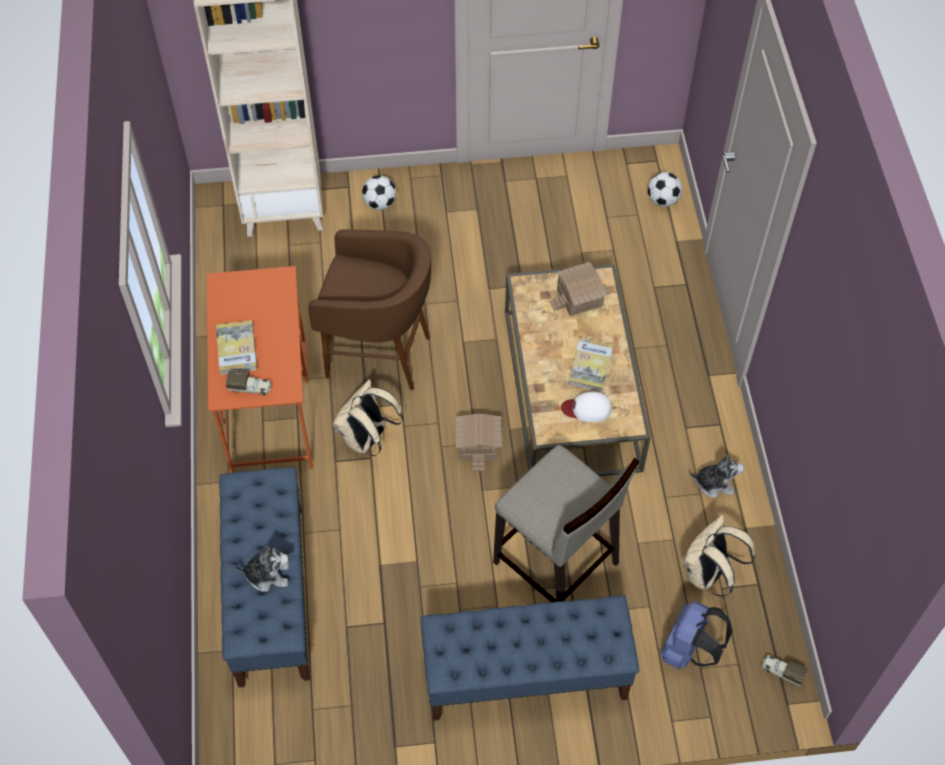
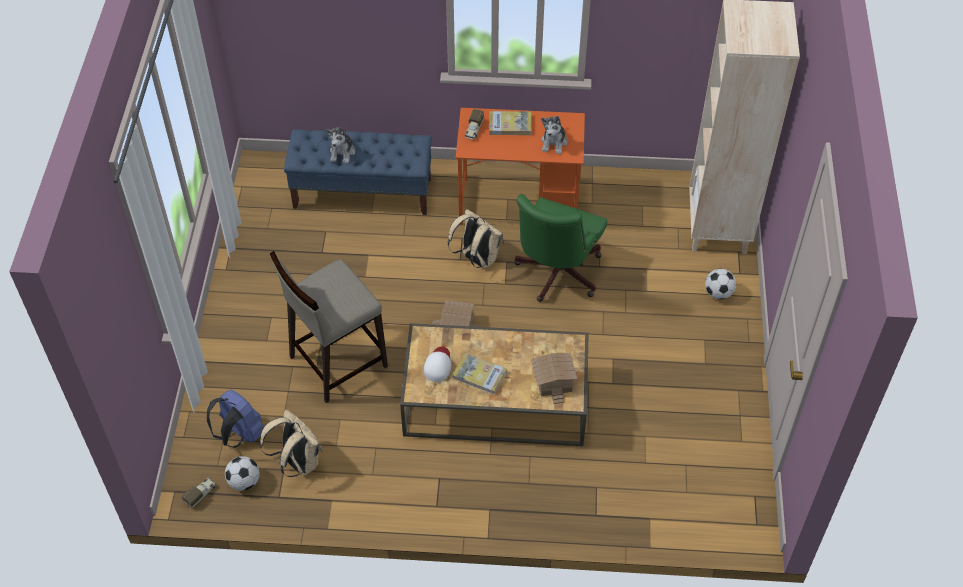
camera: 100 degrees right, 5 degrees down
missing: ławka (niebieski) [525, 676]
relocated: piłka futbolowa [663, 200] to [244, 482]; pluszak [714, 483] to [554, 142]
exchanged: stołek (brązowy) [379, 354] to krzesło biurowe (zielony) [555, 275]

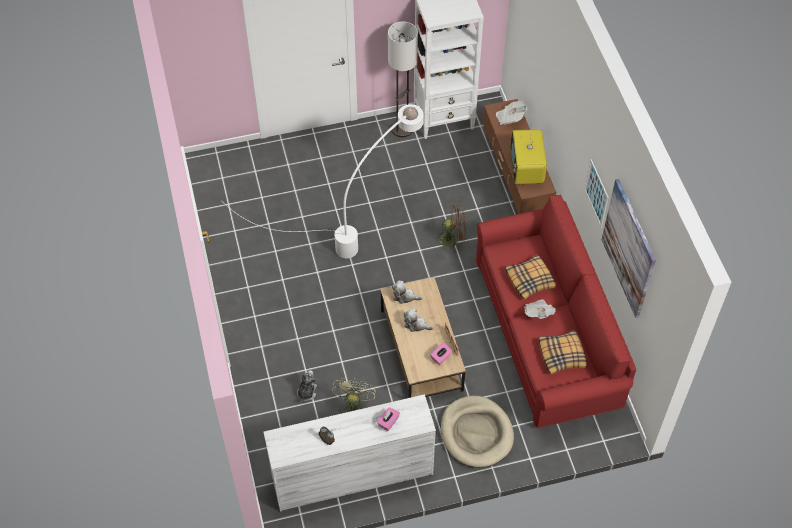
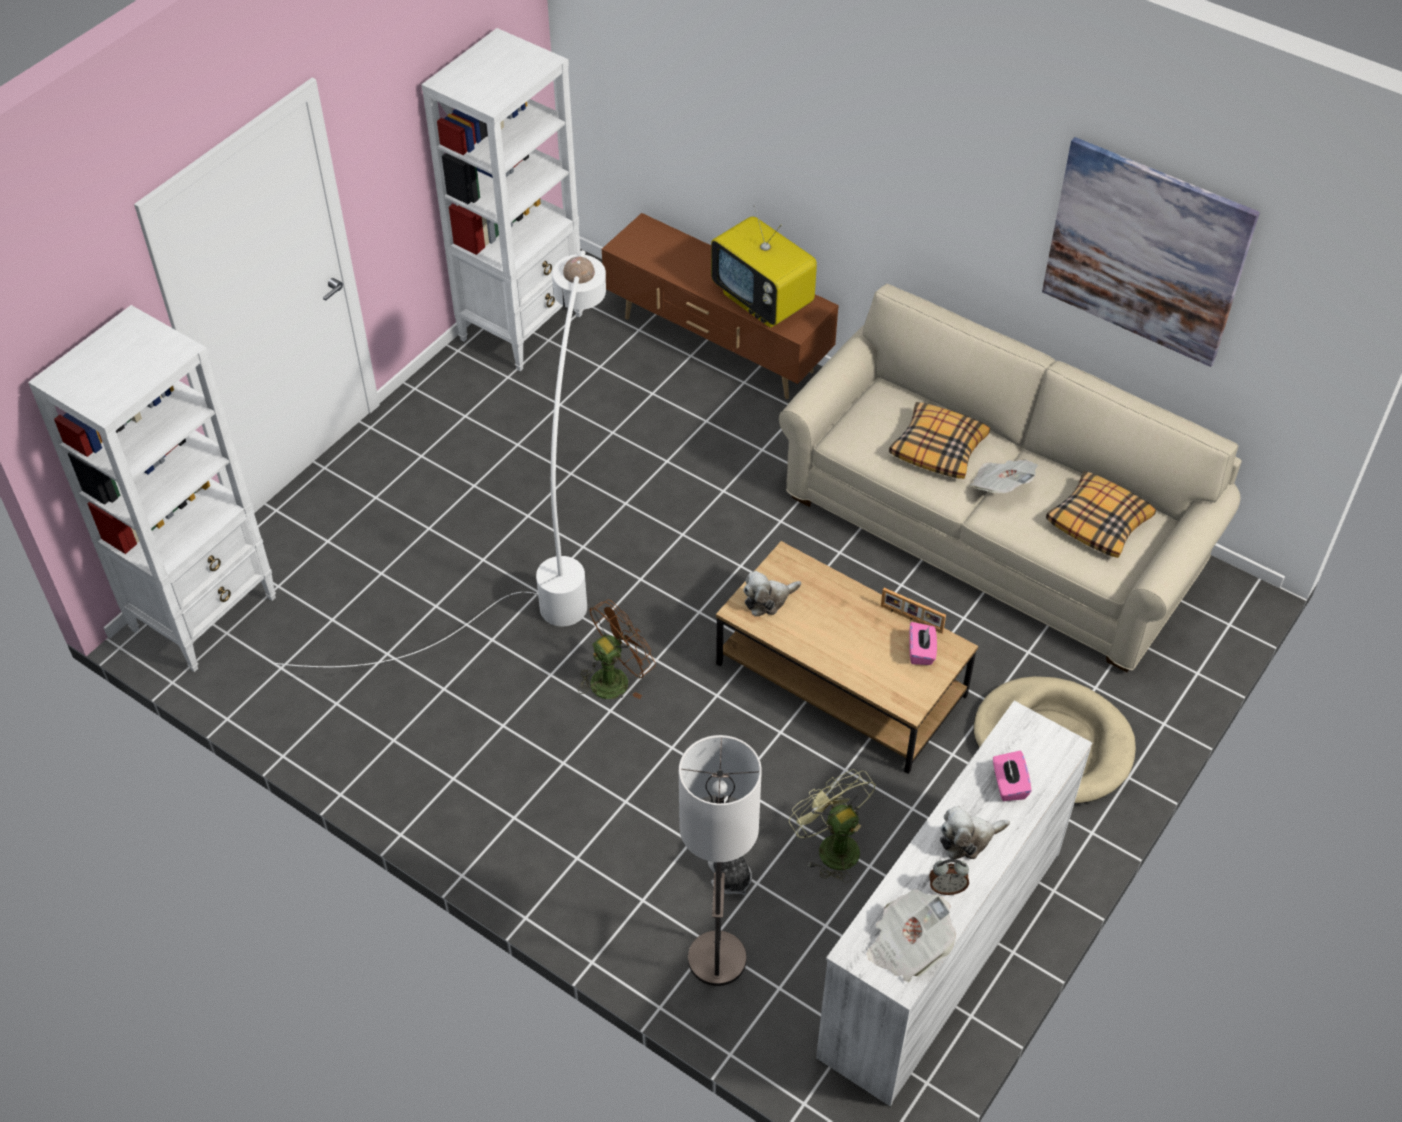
camera: 40 degrees left, 5 degrees down
missing: obraz [596, 193]
appeared: regał (biały) [205, 613]
relocated: lampa stojąca [402, 129] to [717, 959]; gazeta [510, 118] to [907, 946]; wentylator (brązowy) [452, 240] to [615, 678]; pluszak [416, 325] to [968, 839]
colour: kanapa (czerwony) [547, 334] to kanapa (beżowy) [995, 530]

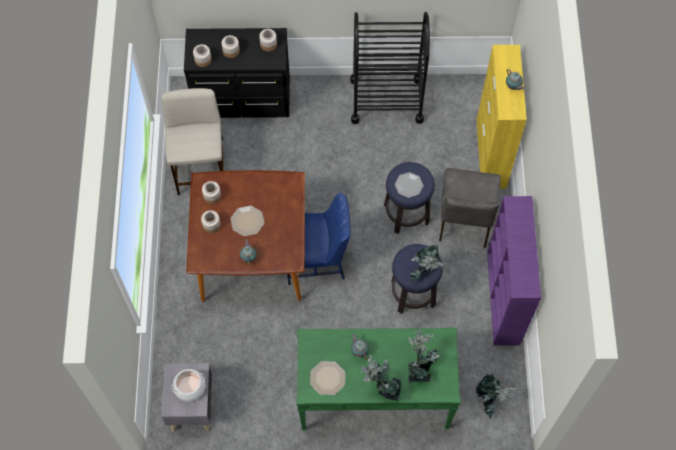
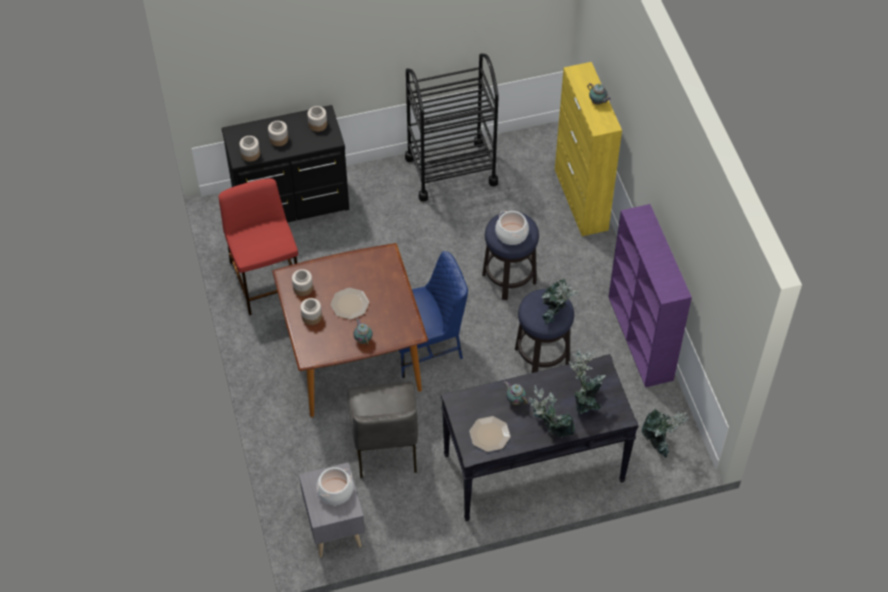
camera: 15 degrees left, 10 degrees down
relocated: krzesło (szary) [464, 220] to [385, 447]
exchanged: talerz [408, 185] to garnek [511, 234]
colour: stołek (beżowy) [201, 167] to stołek (czerwony) [266, 281]; stolik konsolowy (zielony) [373, 396] to stolik konsolowy (czarny) [533, 468]

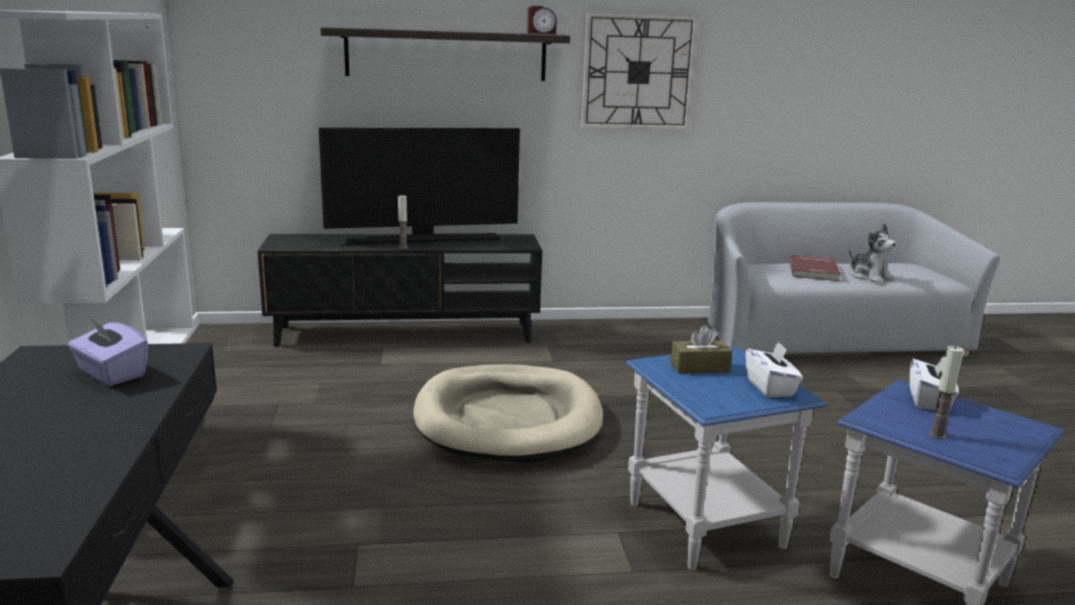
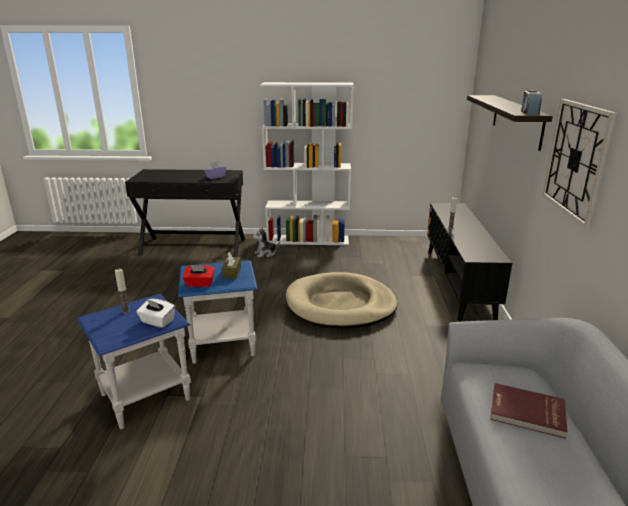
camera: 100 degrees right, 5 degrees up
missing: telewizor [423, 239]
relocated: pluszak [869, 276] to [265, 254]
colour: pudełko chusteczek (biały) [770, 388] to pudełko chusteczek (czerwony) [199, 284]

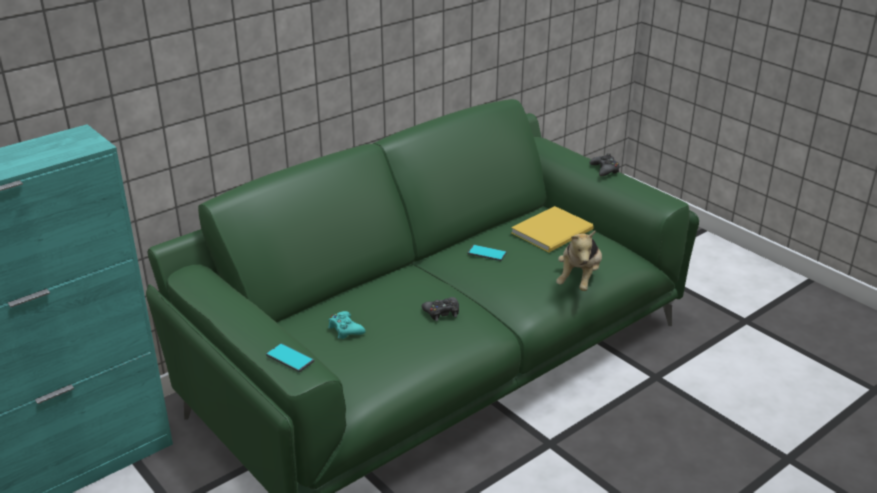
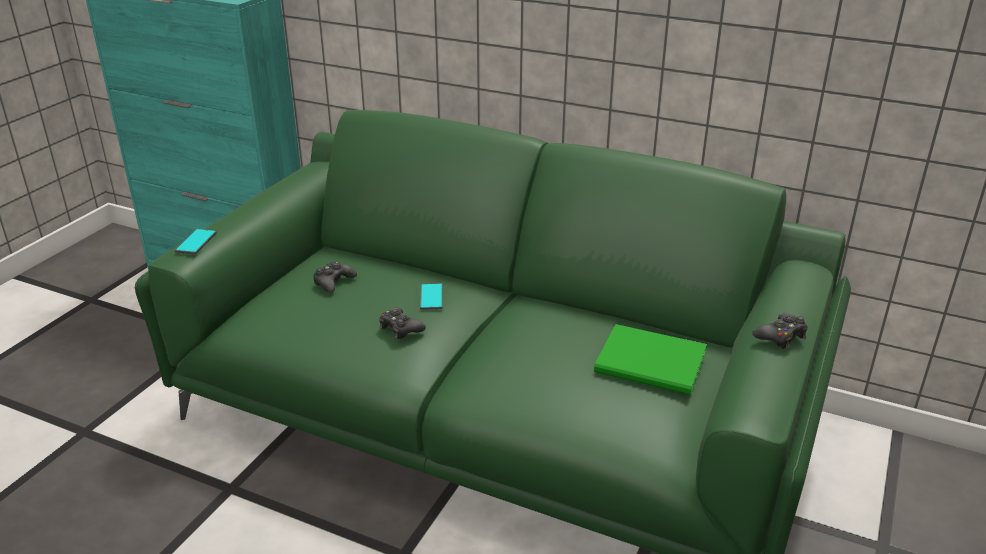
camera: 65 degrees right, 0 degrees up
missing: pluszak [579, 279]
relocated: telefon [487, 253] to [431, 297]
colour: książka (żółty) [555, 231] to książka (zielony) [653, 364]; pad do gier (turkusowy) [345, 329] to pad do gier (czarny) [333, 282]

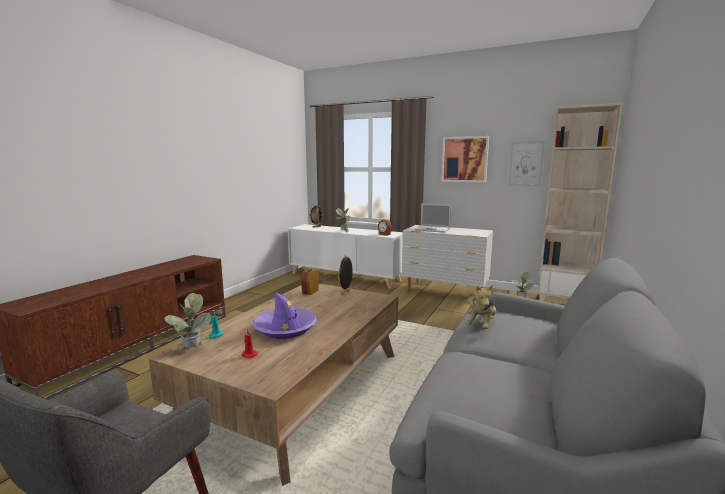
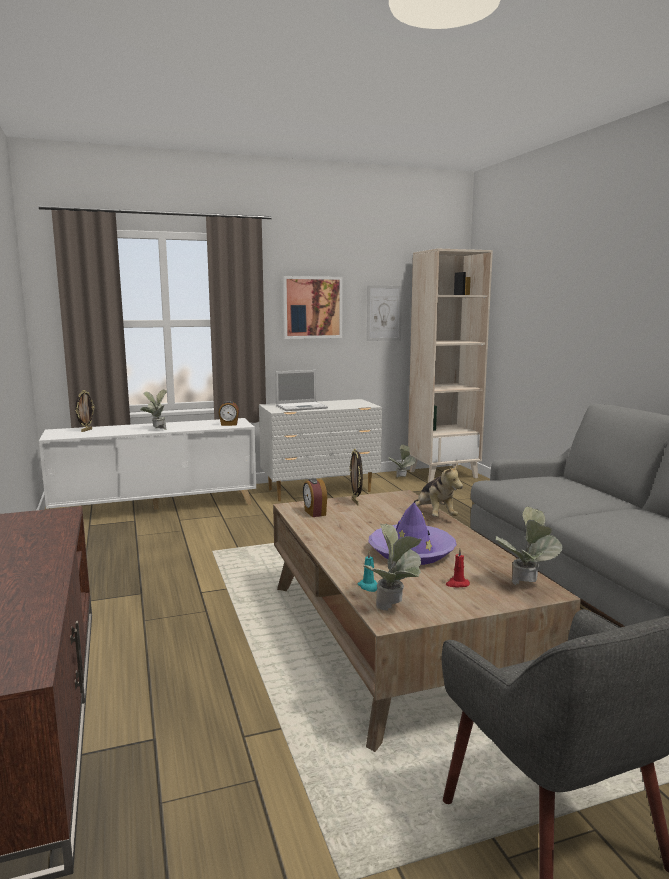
camera: 45 degrees left, 0 degrees up
appeared: roślina doniczkowa [526, 586]
relocated: pluszak [481, 325] to [434, 515]

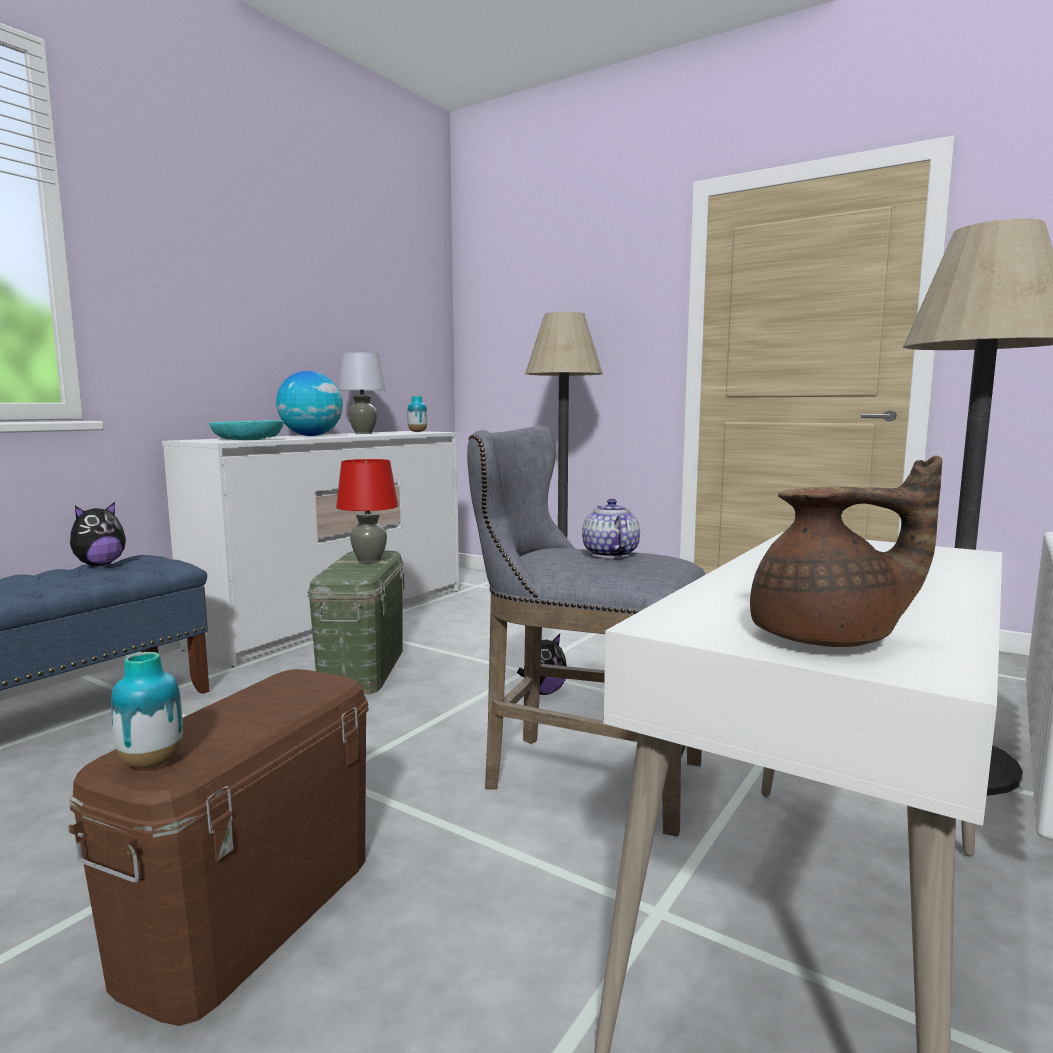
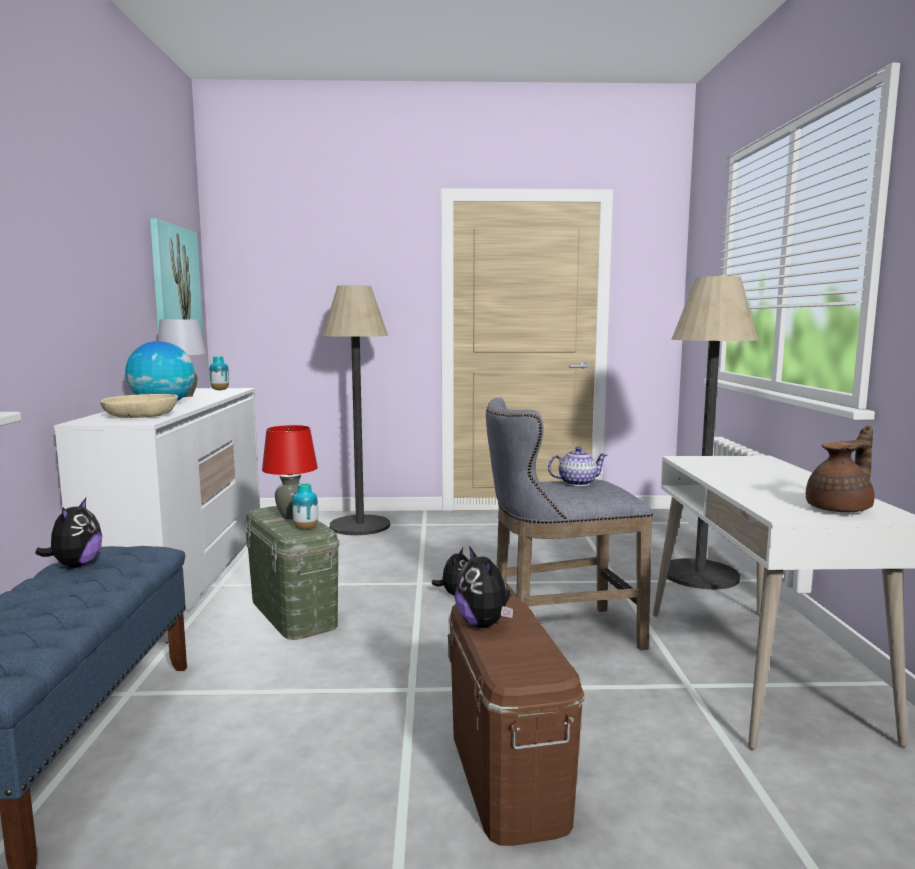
camera: 35 degrees left, 0 degrees up
appeared: obraz [175, 280]; pluszak [484, 624]
relocated: wazon [152, 762] to [306, 528]
colour: miska (turkusowy) [248, 439] to miska (beżowy) [140, 415]
spun: imbryk [610, 554] = [576, 483] 120 degrees clockwise

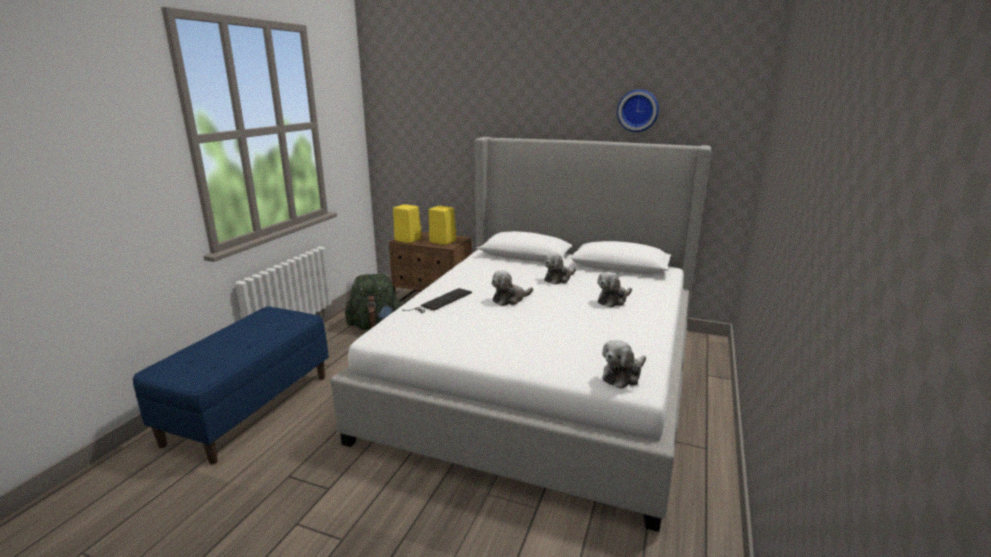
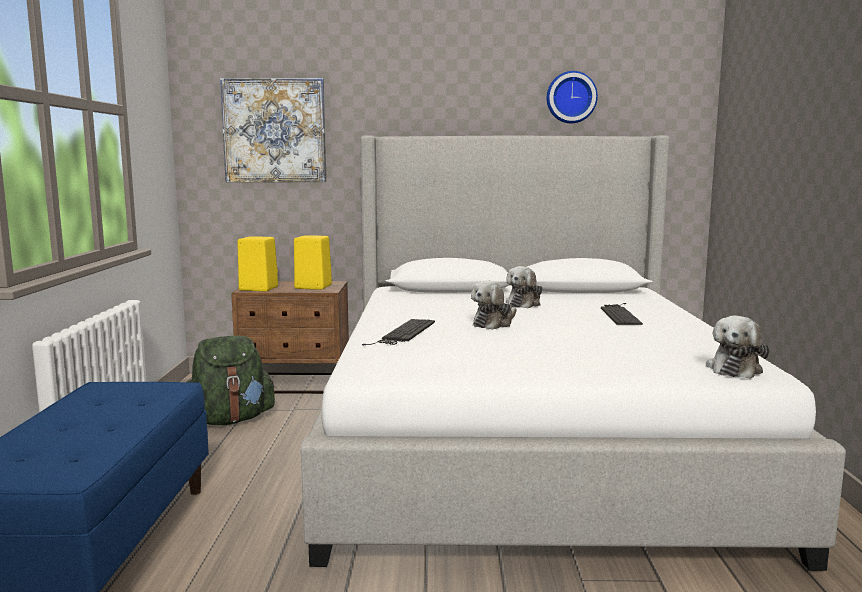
camera: 20 degrees left, 10 degrees down
appeared: obraz [274, 131]
exchanged: pluszak [613, 300] to klawiatura [619, 314]

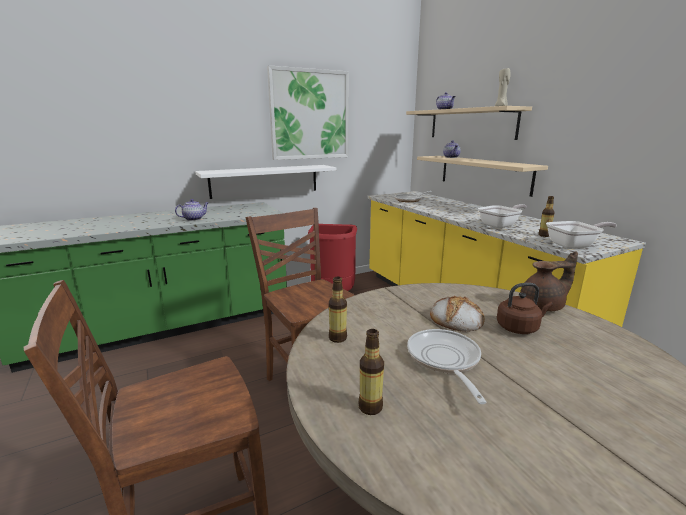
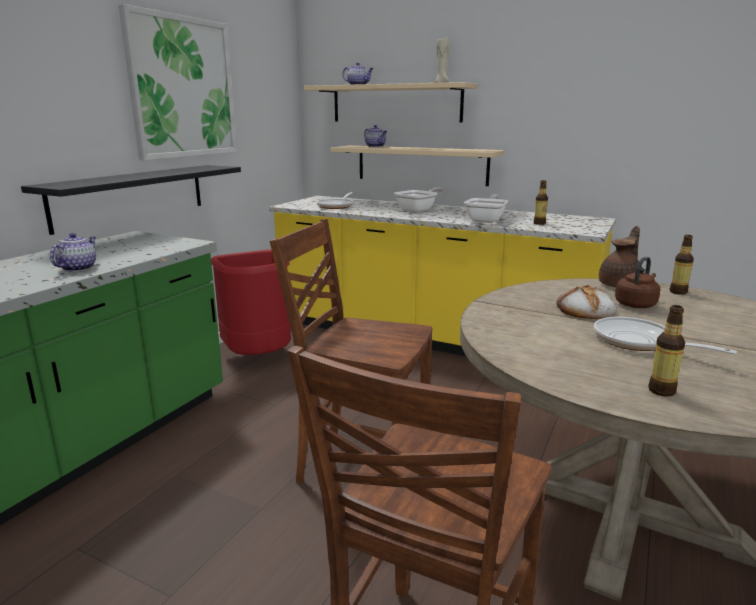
camera: 35 degrees left, 0 degrees up
relocated: patelnia [575, 245] to [418, 210]; butelka [337, 338] to [678, 292]
colour: półka (biały) [265, 181] to półka (czarny) [131, 196]

